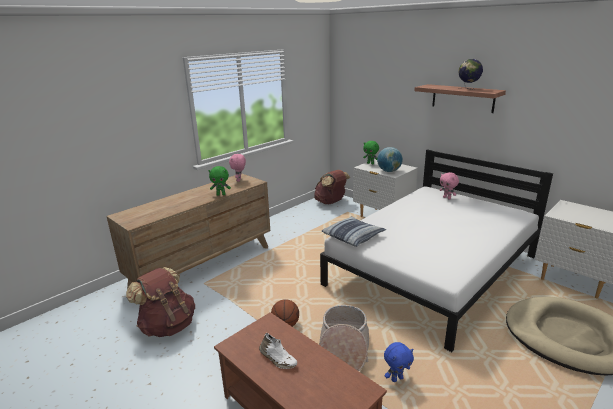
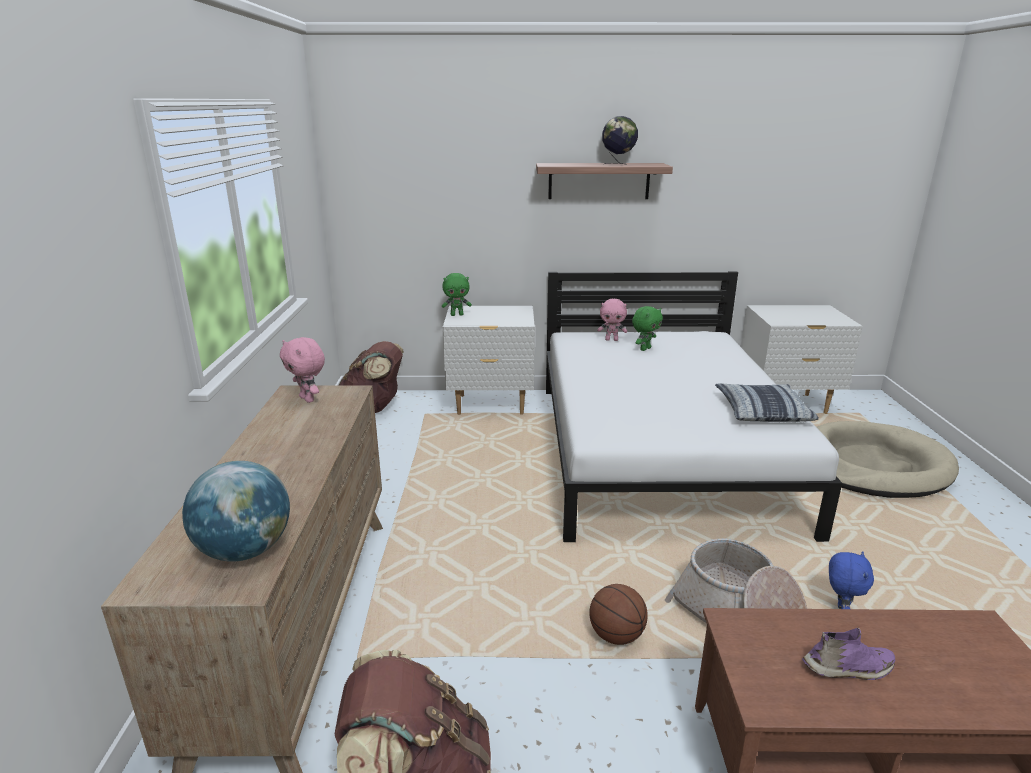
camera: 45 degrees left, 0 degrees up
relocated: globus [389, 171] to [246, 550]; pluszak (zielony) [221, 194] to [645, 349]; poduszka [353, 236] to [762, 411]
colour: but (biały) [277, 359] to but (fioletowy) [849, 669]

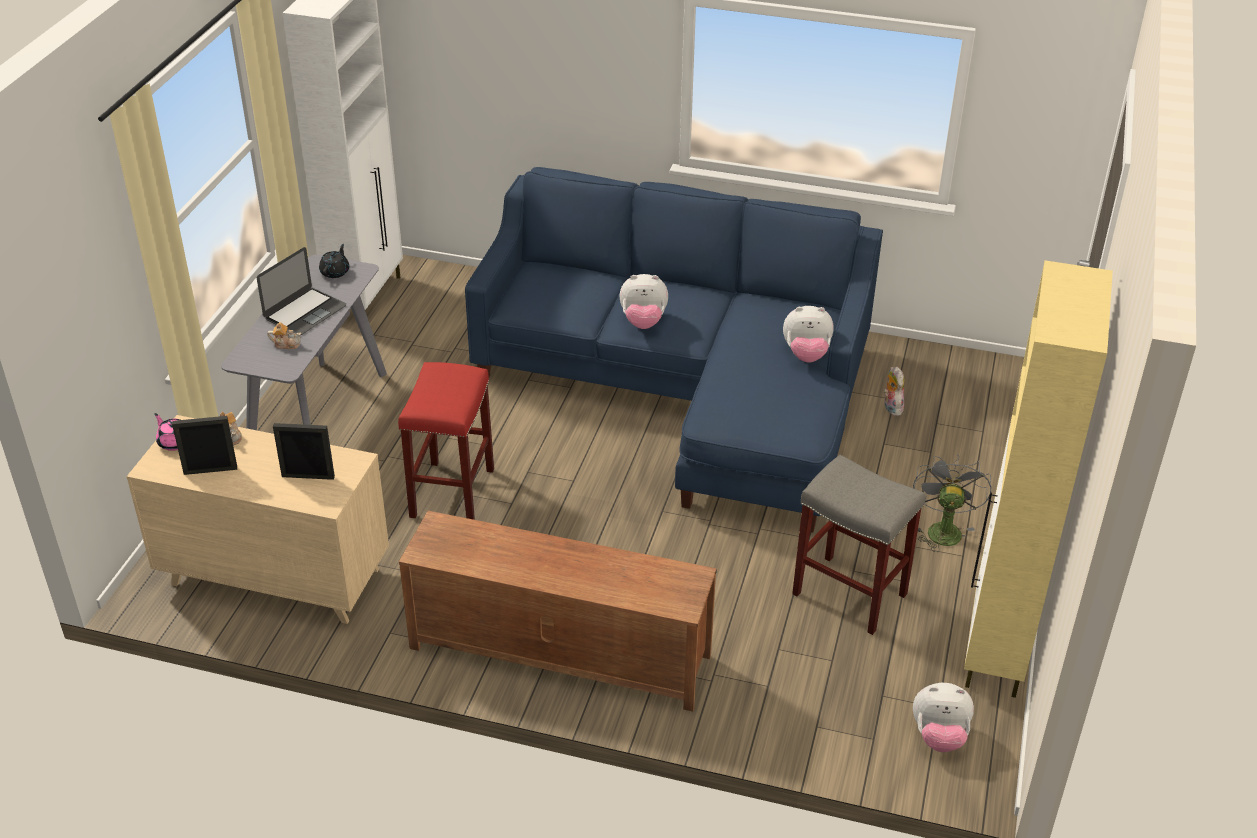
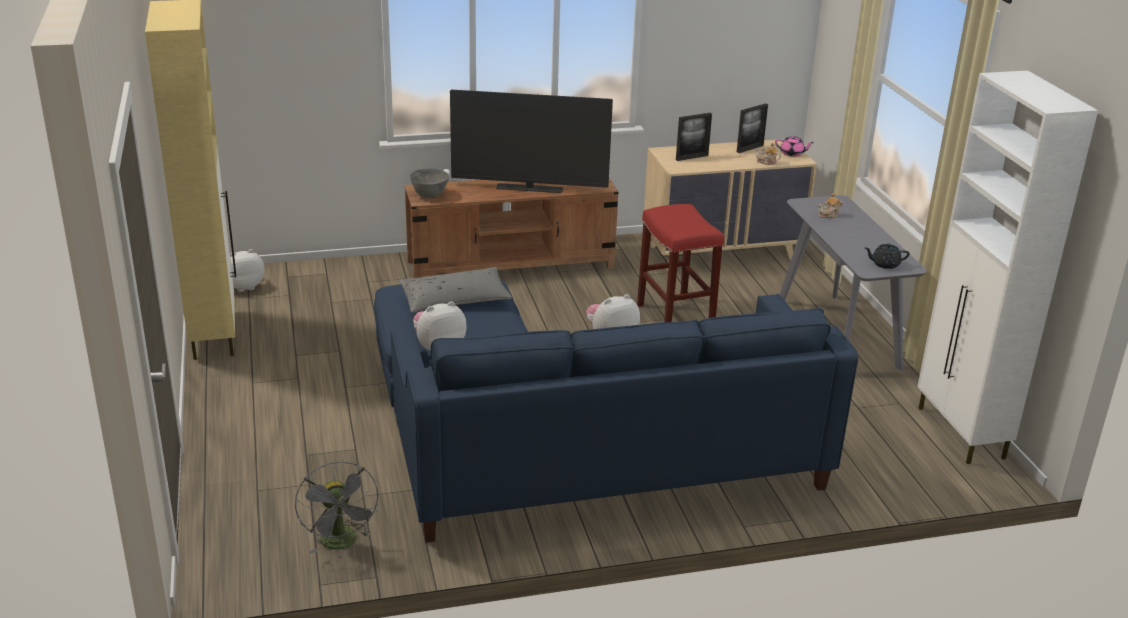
camera: 150 degrees right, 10 degrees down
missing: laptop [305, 312]; pluszak [891, 407]; stołek (szary) [848, 594]
appeared: telewizor [529, 189]; miska (szary) [429, 196]; poduszka (szary) [455, 300]
relocated: wentylator (szary) [943, 529] to [342, 543]
spun: imbryk (czarny) [335, 272] = [884, 264] 105 degrees clockwise

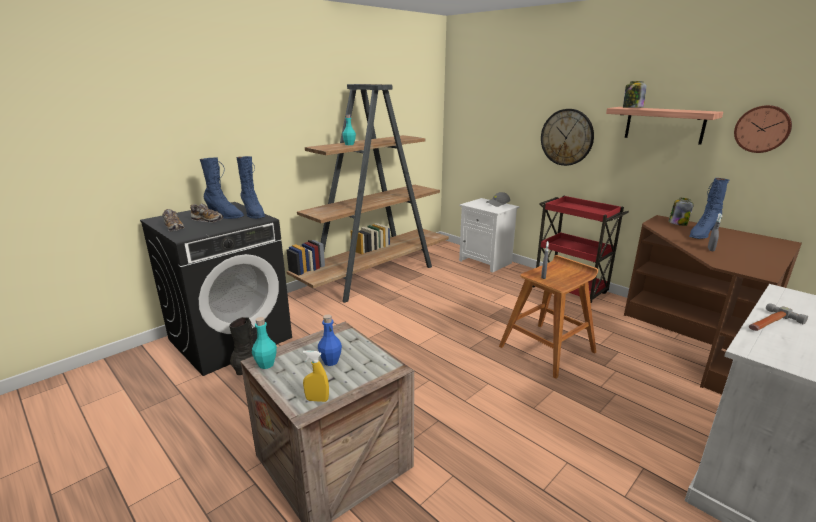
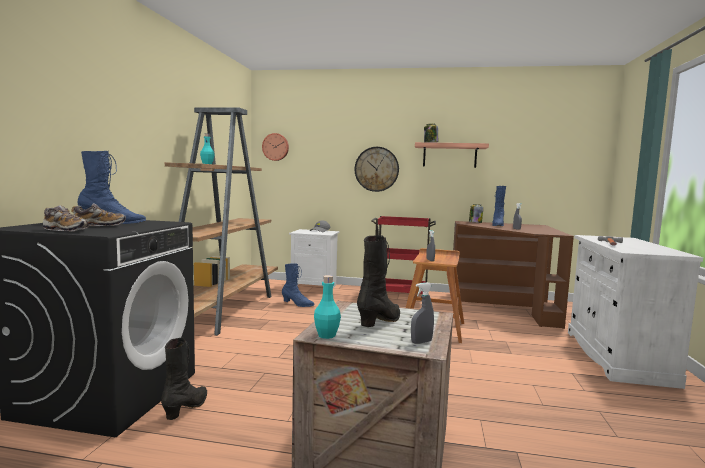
camera: 35 degrees left, 15 degrees down
relocated: zegar ścienny [762, 129] to [276, 147]; but z cholewką (niebieski) [253, 214] to [297, 304]
exchanged: butelka (niebieski) [330, 361] to but z cholewką (czarny) [381, 321]
colour: spryskiwacz (żółty) [317, 399] to spryskiwacz (szary) [421, 342]

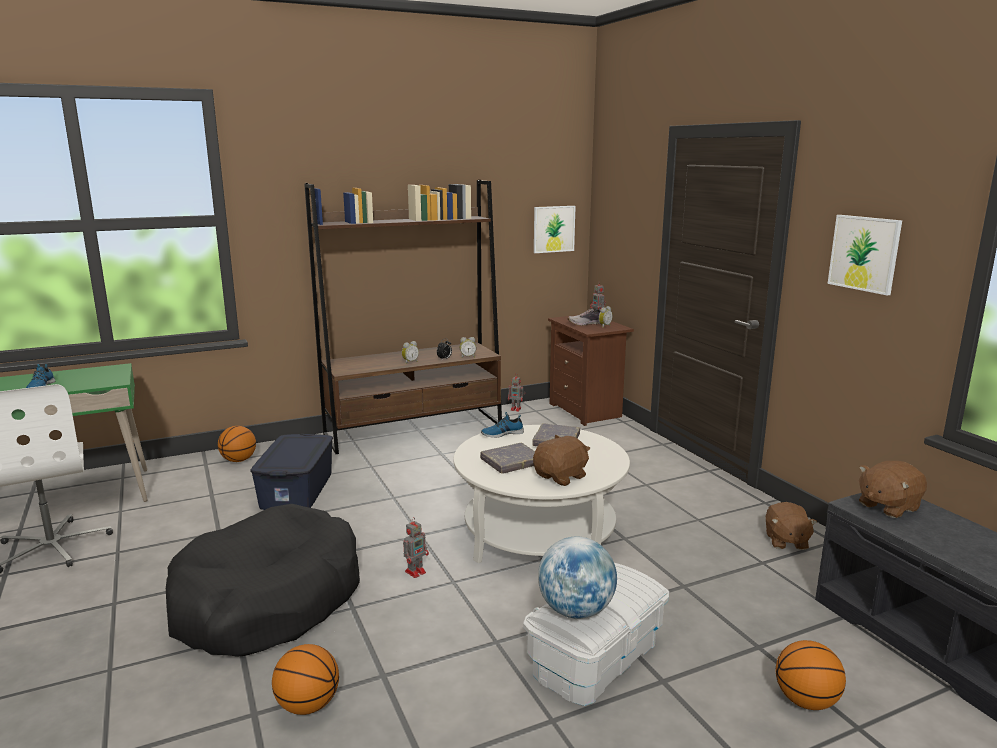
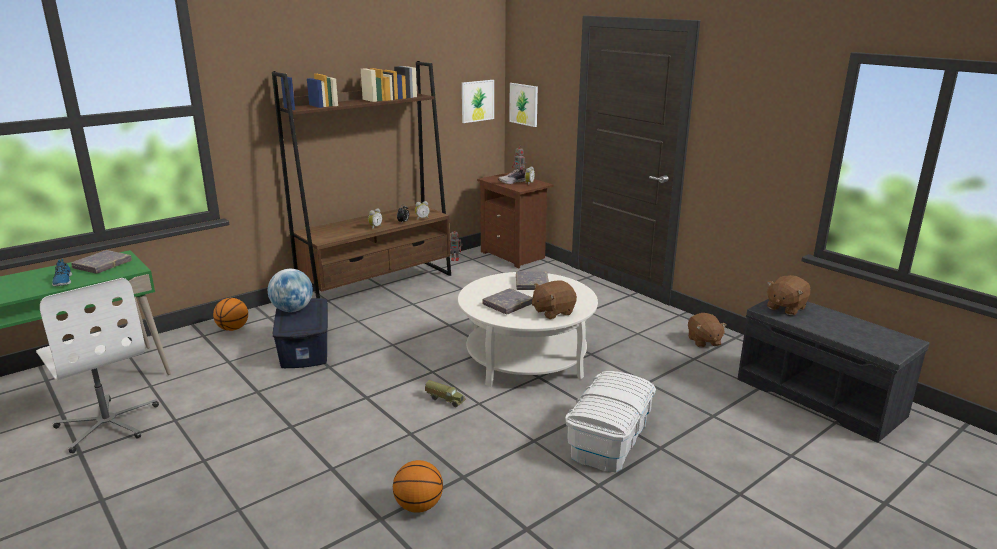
camera: 15 degrees left, 5 degrees up
missing: but [502, 433]; legowisko (czarny) [267, 601]; piłka do koszykówki [806, 701]
appeared: książka (szary) [102, 265]
relocated: obraz [864, 253] to [524, 104]; globus [576, 611] to [292, 310]
exchanged: robot zabawkowy [416, 571] to ciężarówka zabawkowa [445, 399]
spun: pluszak (brązowy) [561, 477] = [552, 312] 150 degrees counterclockwise

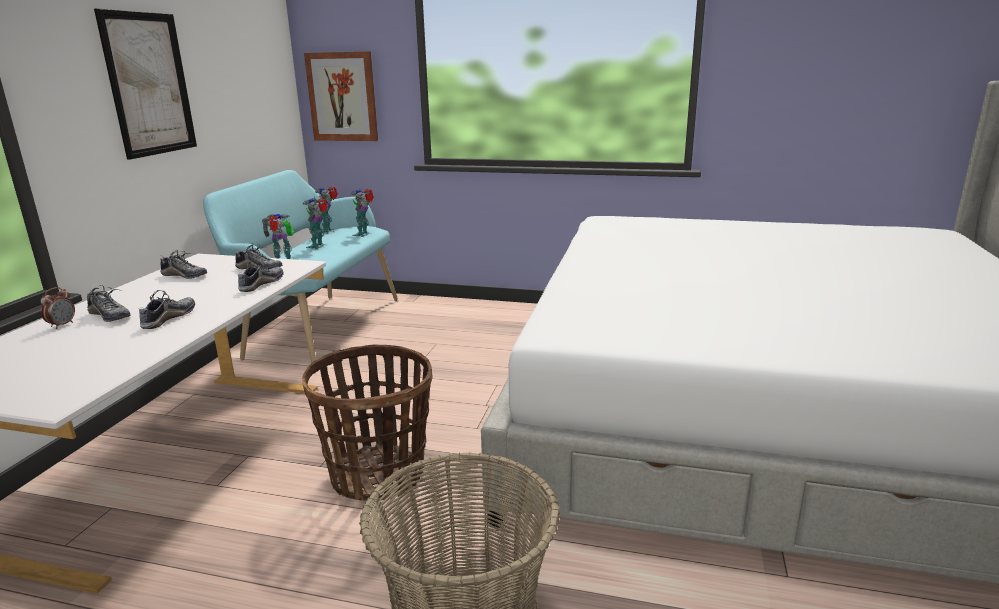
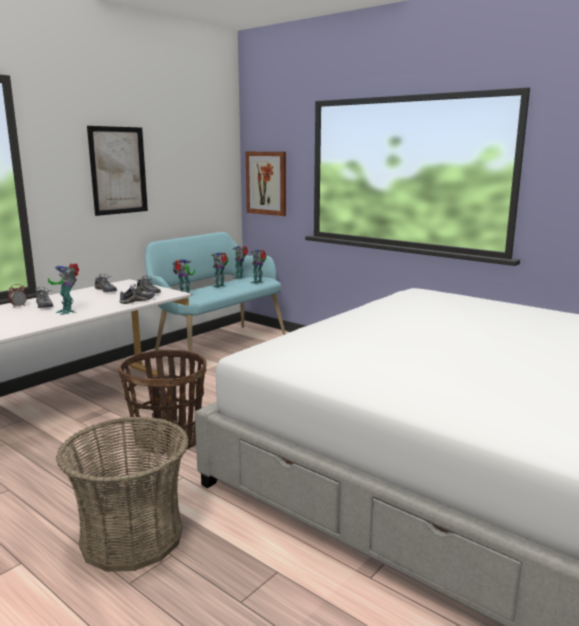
camera: 25 degrees right, 5 degrees down
exchanged: but [168, 318] to robot zabawkowy [68, 311]

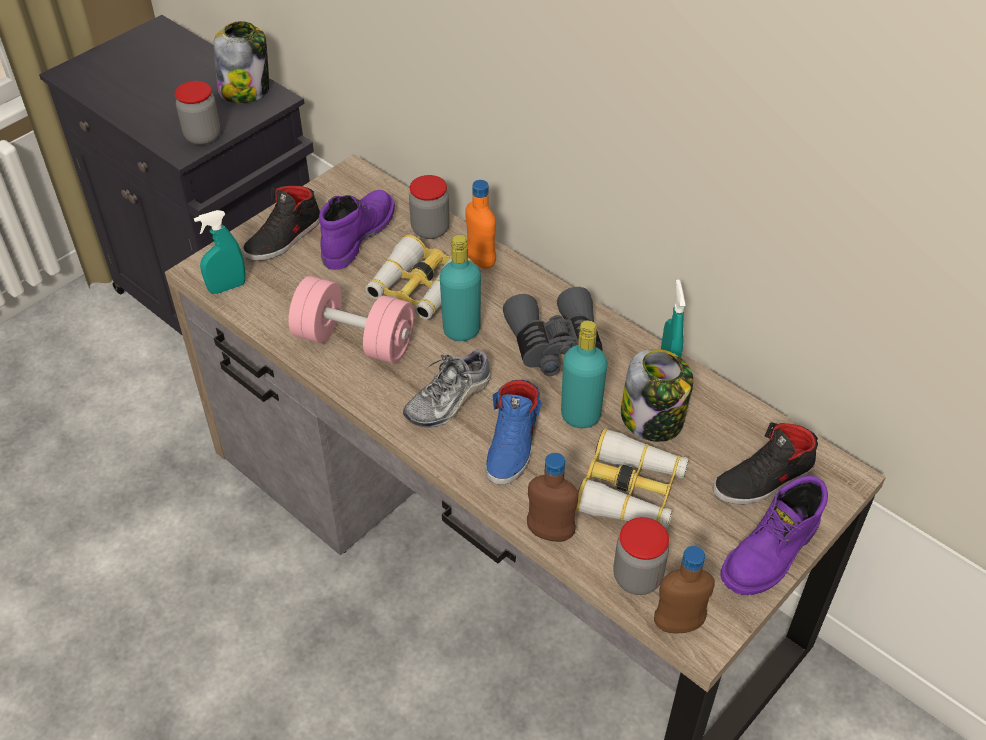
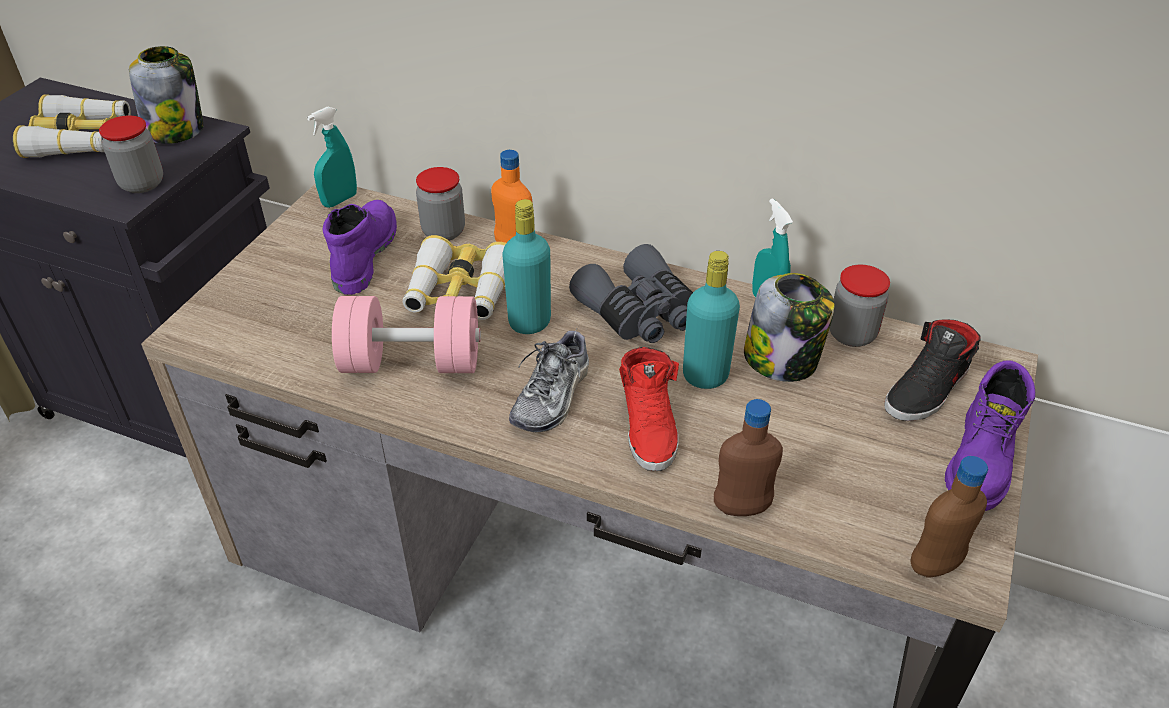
camera: 20 degrees left, 5 degrees down
missing: but (czarny) [284, 238]
relocated: spryskiwacz (turkusowy) [227, 287] to [340, 200]; lornetka [631, 491] to [80, 139]; słoik [637, 577] to [851, 334]
colour: but (niebieski) [513, 445] to but (czerwony) [649, 425]

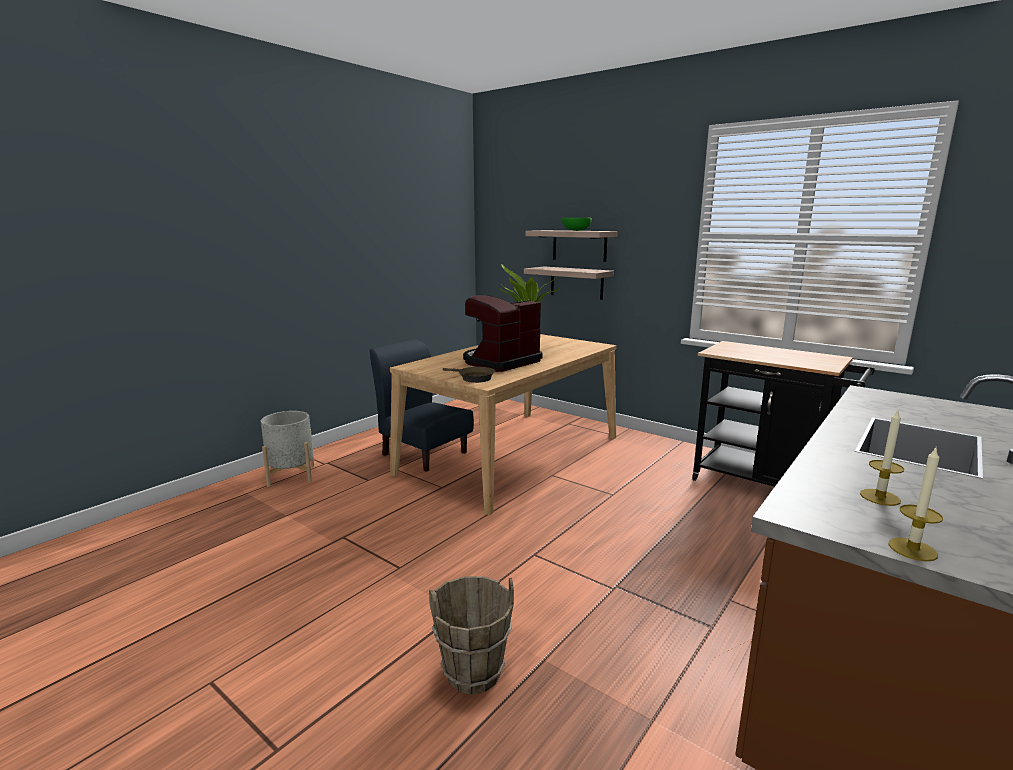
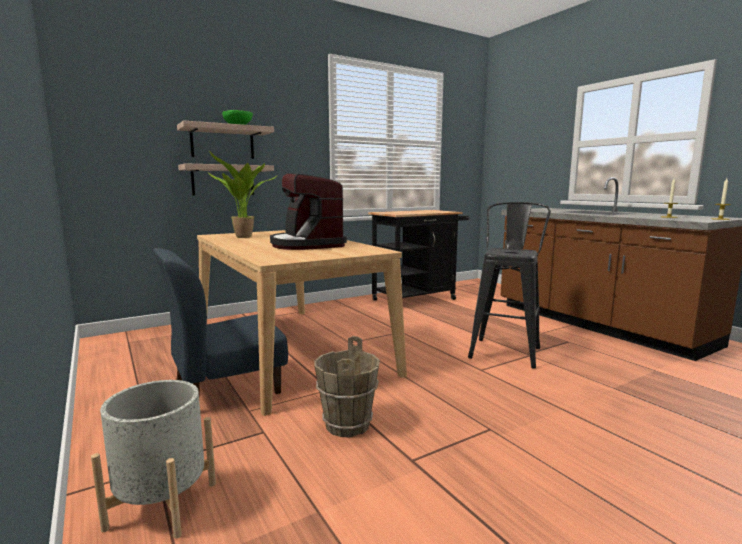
camera: 70 degrees left, 5 degrees down
missing: patelnia (brązowy) [473, 378]
appeared: stołek (czarny) [506, 350]
relocated: wiadro (brązowy) [472, 671] to [347, 425]

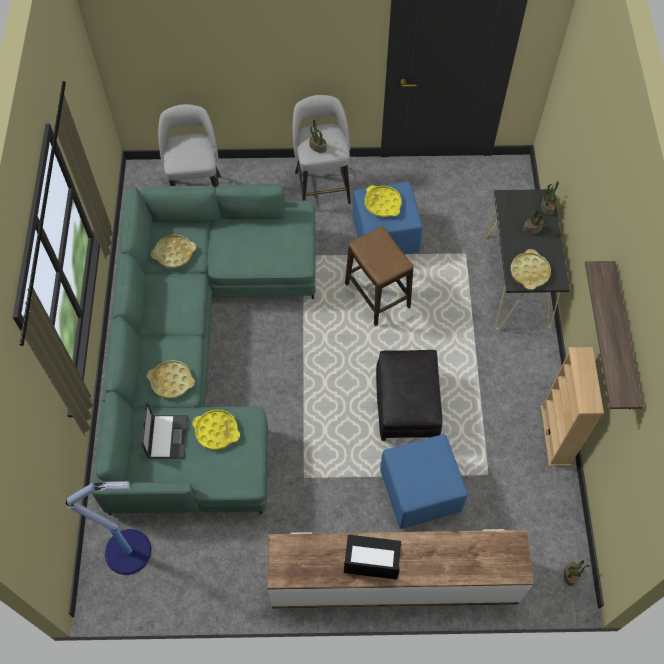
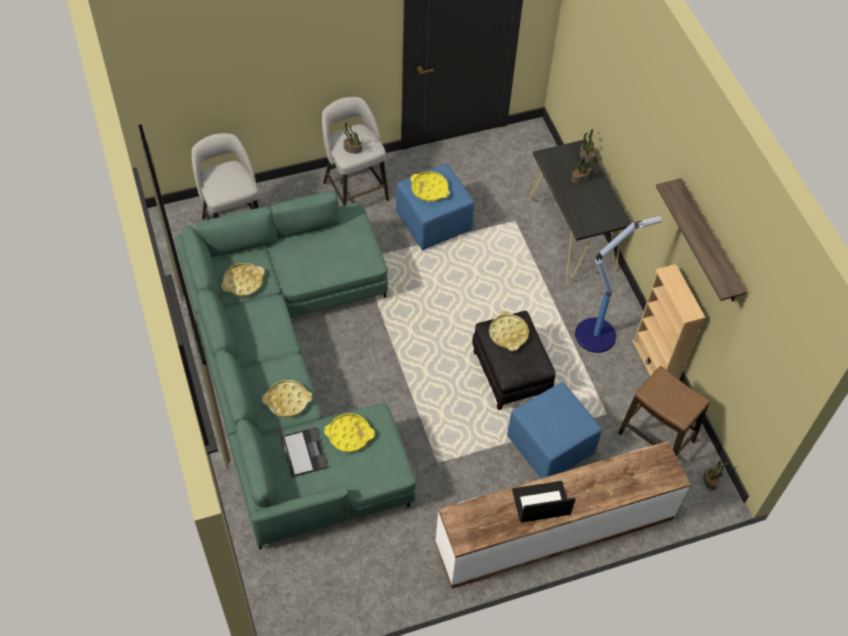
camera: 20 degrees left, 5 degrees down
relocated: stołek [377, 295] to [656, 437]; taca (żółty) [529, 272] to [508, 333]; lampa stojąca [130, 551] to [597, 334]

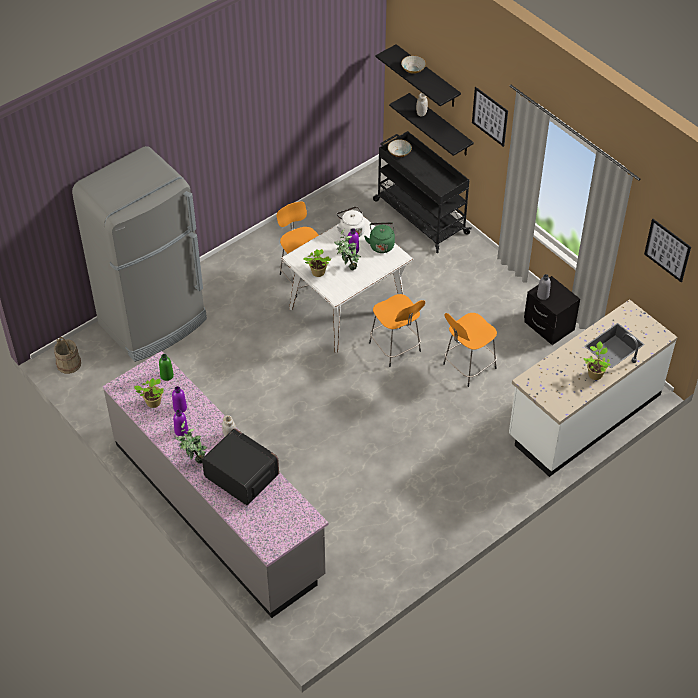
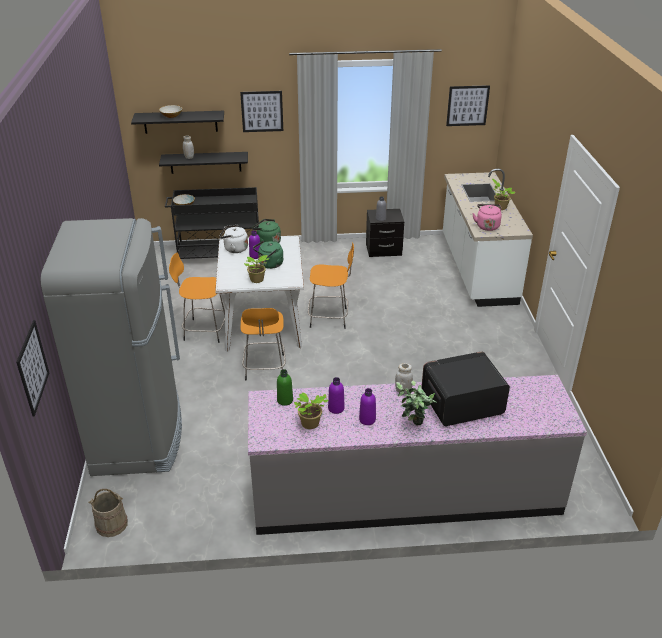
camera: 55 degrees left, 15 degrees down
appeared: czajnik (różowy) [487, 226]; obraz [32, 367]
relocated: stołek (pomarańczowy) [468, 367] to [264, 368]
exchanged: roślina doniczkowa [347, 267] to czajnik (zielony) [270, 265]

